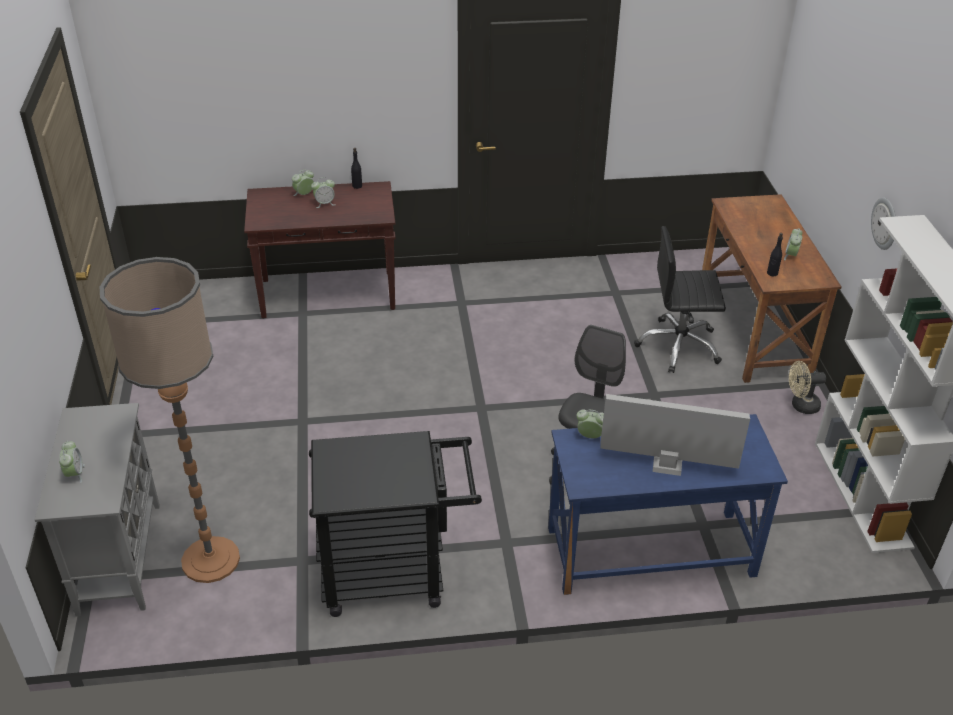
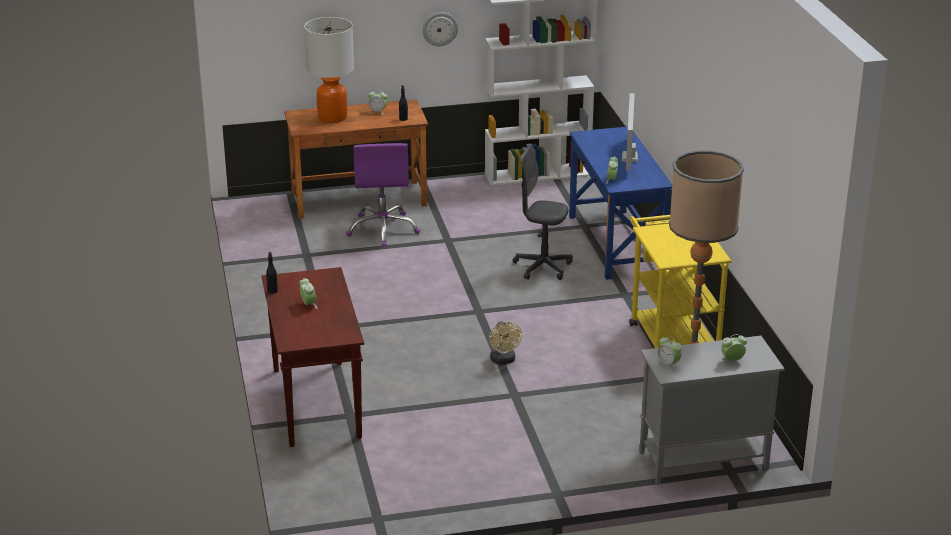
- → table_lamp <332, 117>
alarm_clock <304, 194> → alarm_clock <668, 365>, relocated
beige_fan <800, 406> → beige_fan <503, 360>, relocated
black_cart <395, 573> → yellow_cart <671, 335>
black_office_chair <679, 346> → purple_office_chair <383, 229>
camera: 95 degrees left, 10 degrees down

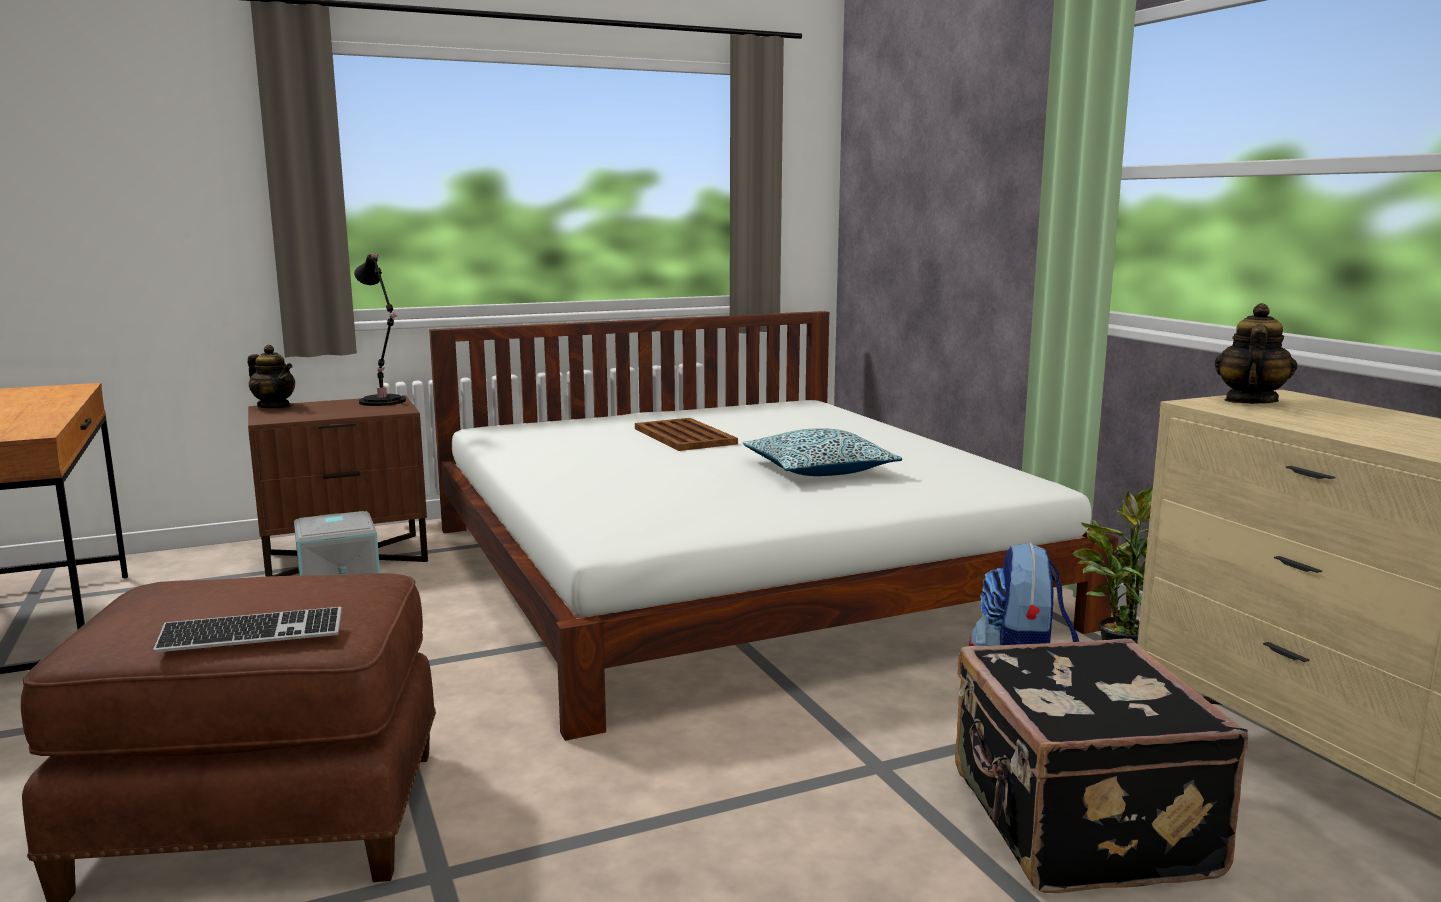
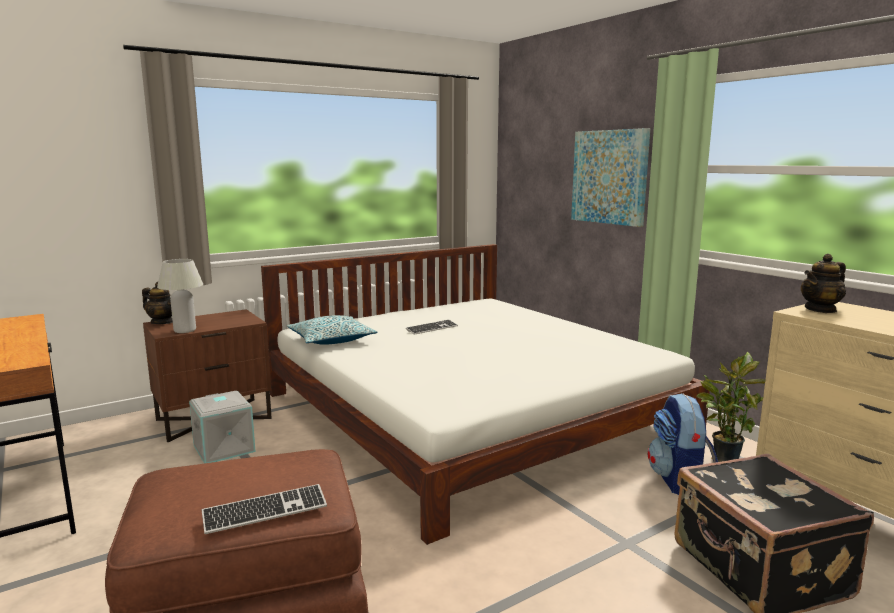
black_table_lamp <383, 402> → -
- → white_table_lamp <185, 330>
- → picture <609, 177>
pillow <819, 470> → pillow <331, 340>, relocated
brown_tray <684, 436> → keyboard <432, 328>
teapot <1249, 401> → teapot <820, 309>, 135 degrees counterclockwise
camera: 10 degrees left, 0 degrees up

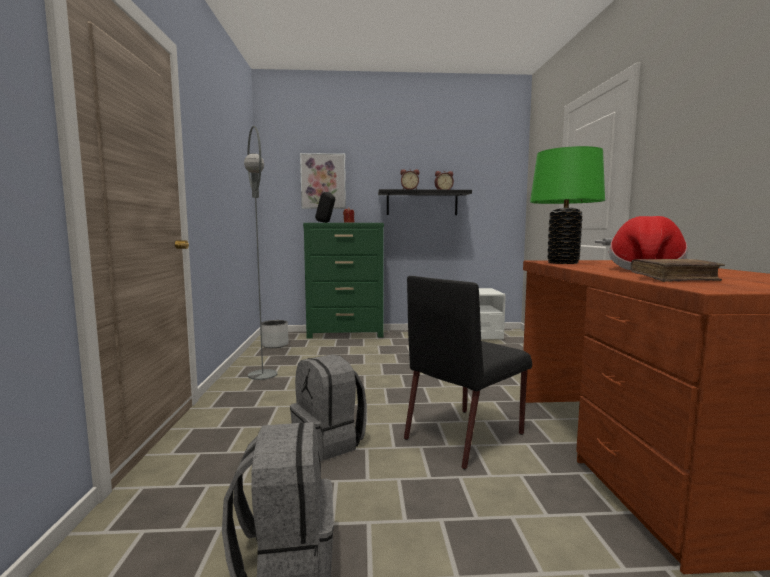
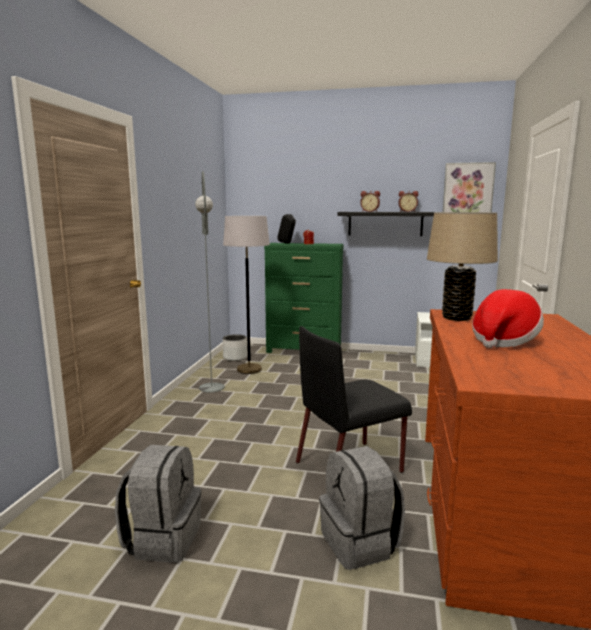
brown_book <674, 279> → -
- → grey_floor_lamp <249, 369>
grey_backpack <329, 443> → grey_backpack <360, 543>, relocated
picture <323, 181> → picture <468, 192>, relocated
green_table_lamp <562, 263> → beige_table_lamp <456, 318>
camera: 15 degrees right, 5 degrees up

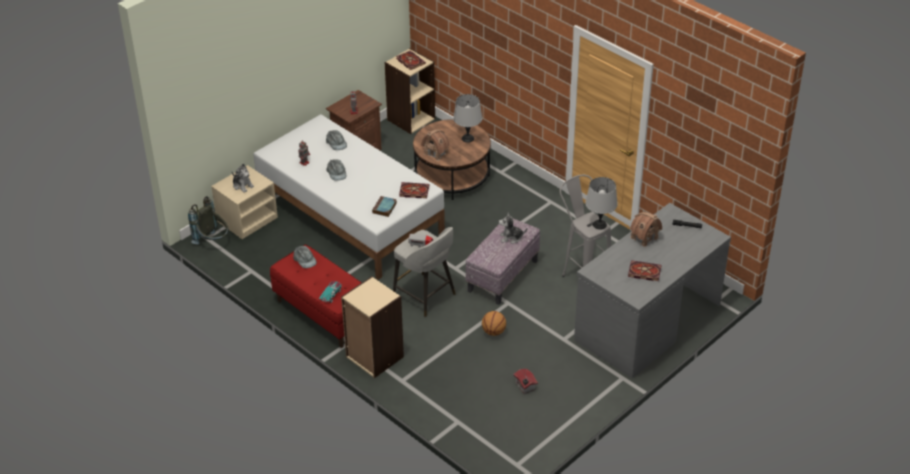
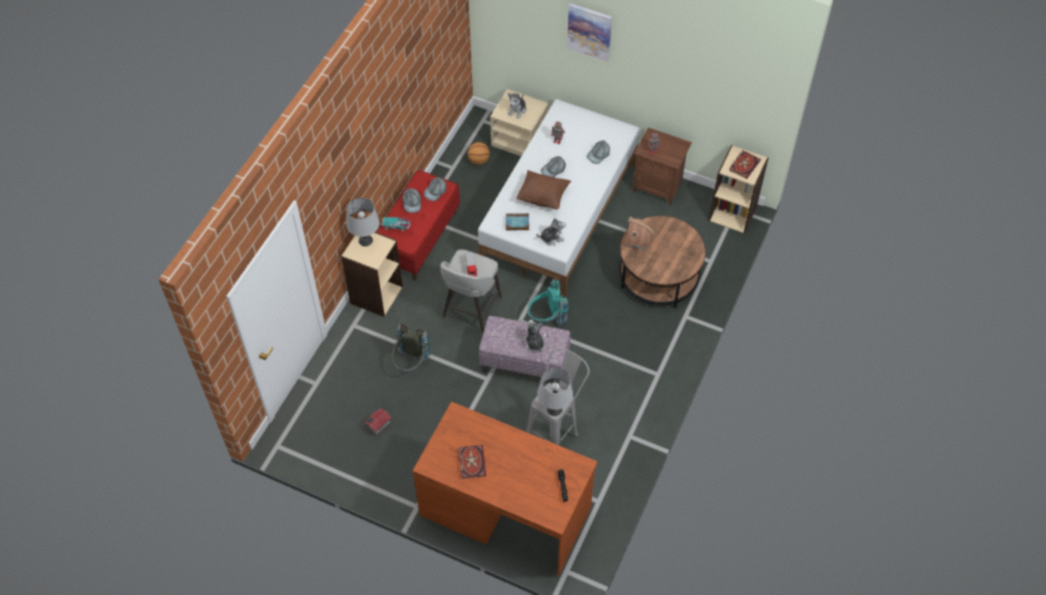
toy_house <644, 237> → -
- → grey_cap <411, 202>
- → brown_pillow <543, 197>
- → turquoise_backpack <547, 318>
- → picture <589, 31>
grey_backpack <213, 241> → grey_backpack <410, 363>, relocated
grey_table_lamp <467, 138> → grey_table_lamp <365, 240>, relocated
basketball <493, 332> → basketball <479, 160>, relocated
book <413, 191> → plush_toy <551, 238>
grey_desk <646, 322> → brown_desk <505, 510>
camera: 70 degrees right, 15 degrees up

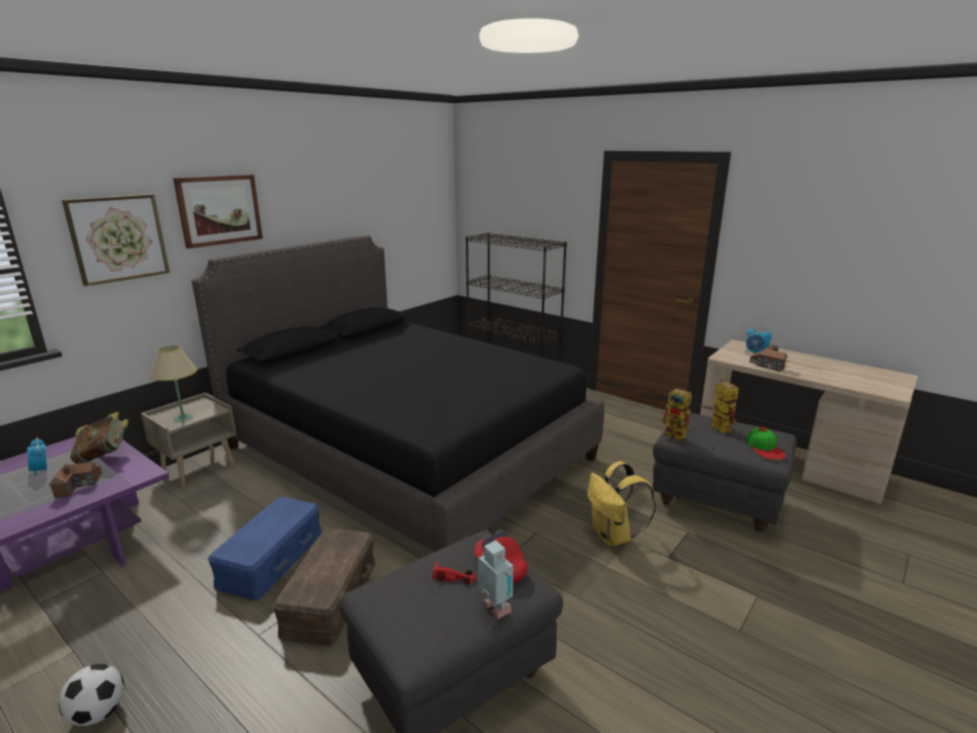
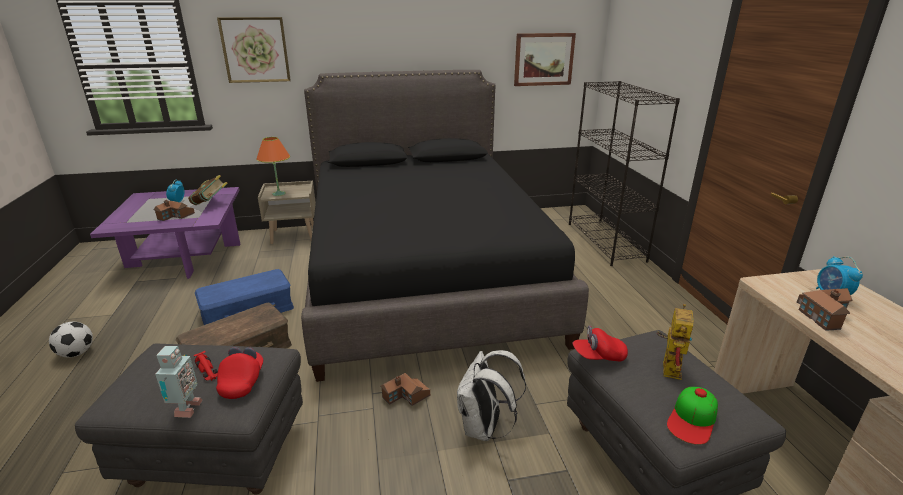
- → toy_house <406, 396>
picture <219, 210> → picture <543, 59>, relocated
toy_robot <679, 437> → red_cap <598, 356>
beige_table_lamp <183, 418> → orange_table_lamp <279, 193>
yellow_backpack <613, 536> → white_backpack <484, 428>
camera: 40 degrees right, 5 degrees up

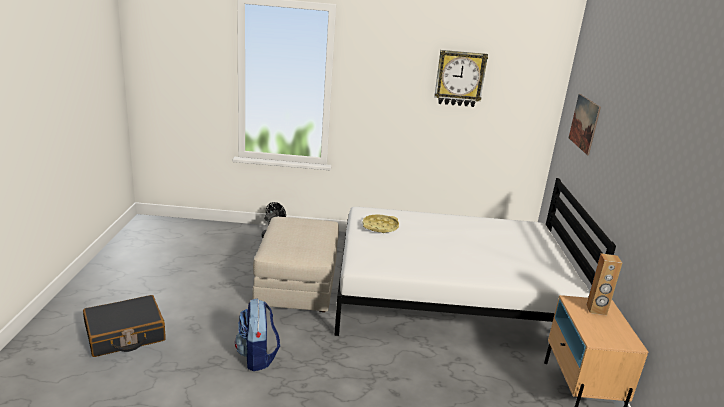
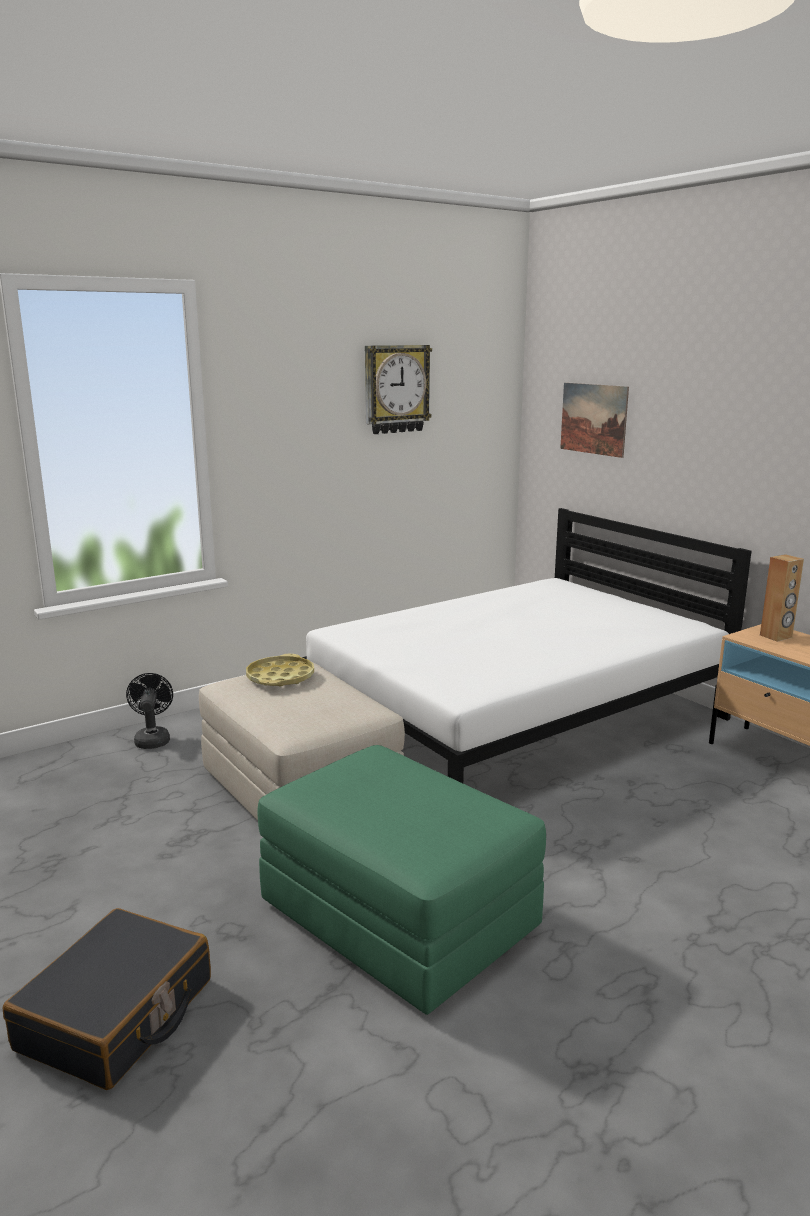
yellow_tray <380, 227> → yellow_tray <280, 677>, relocated
backpack <257, 357> → green_ottoman <400, 917>
camera: 35 degrees left, 5 degrees down

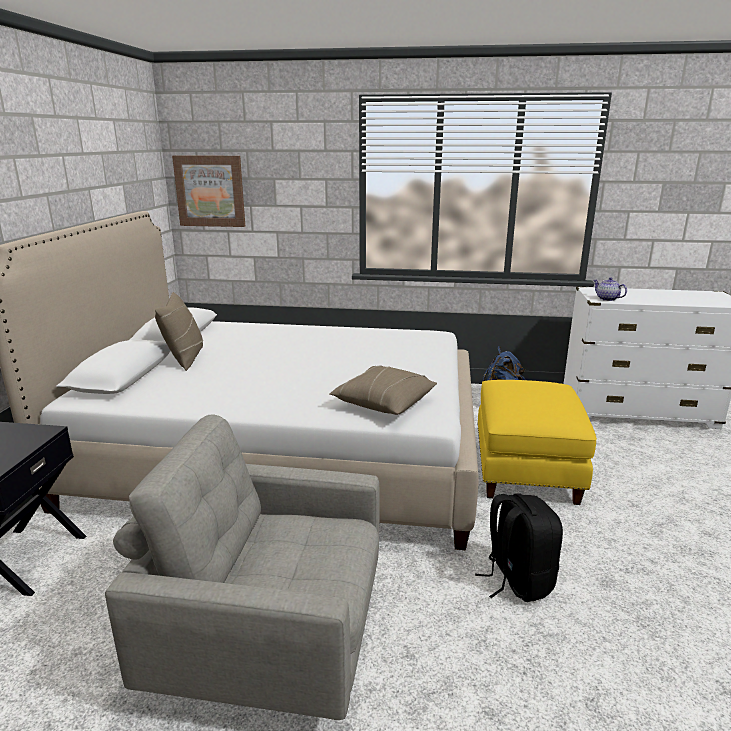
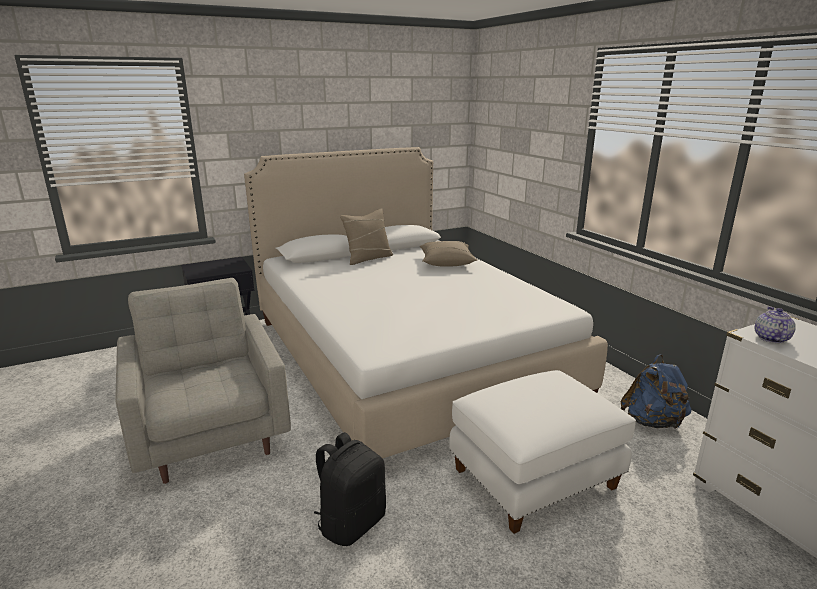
picture <210, 191> → -
beige_pillow <384, 403> → beige_pillow <446, 262>, relocated
yellow_ottoman <524, 469> → white_ottoman <534, 477>
camera: 55 degrees right, 0 degrees up

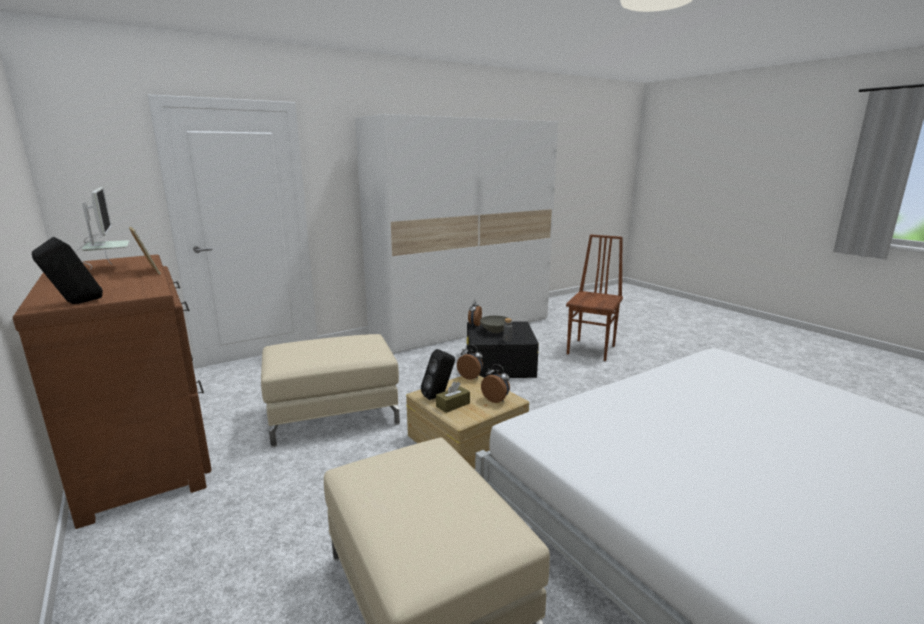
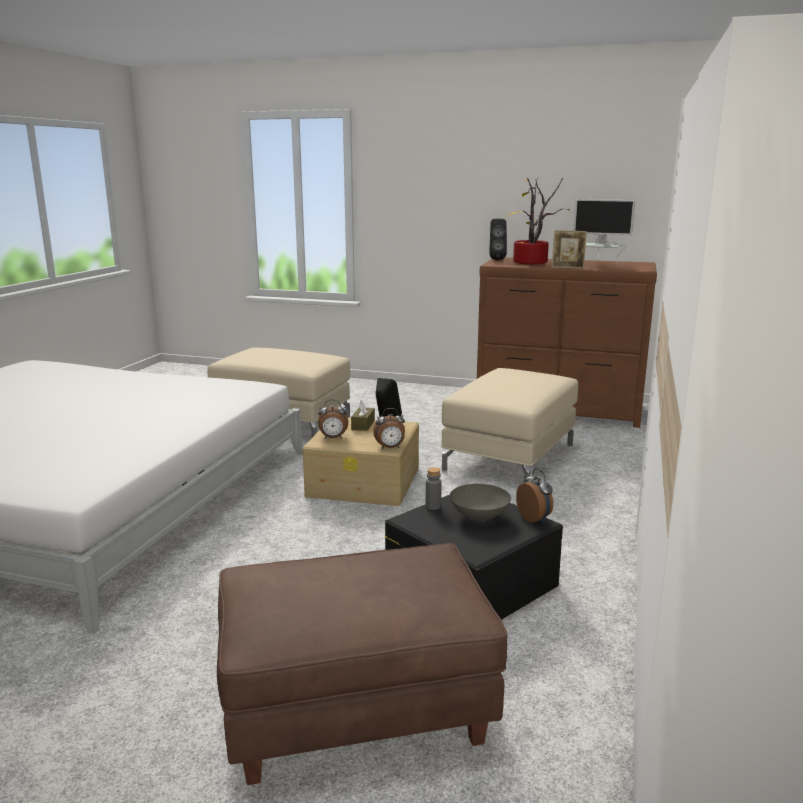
- → potted_plant <531, 264>
brown_chair <592, 350> → brown_ottoman <357, 712>
camera: 140 degrees right, 0 degrees up

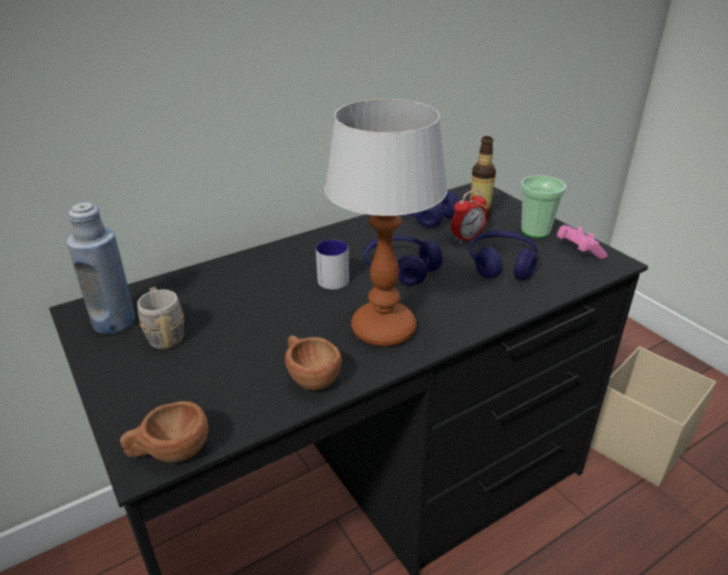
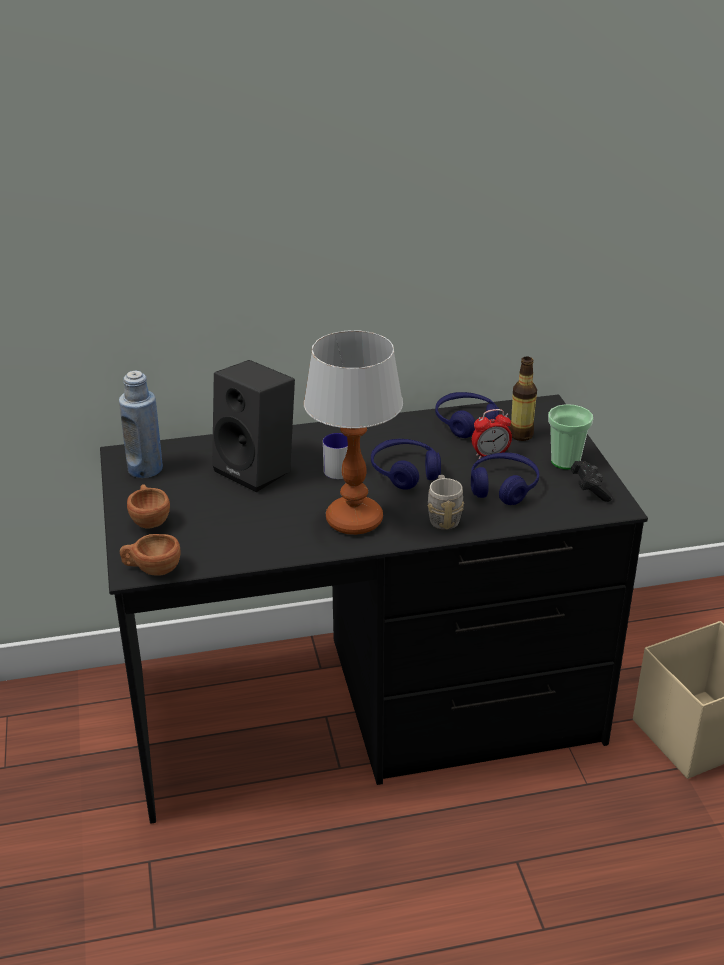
- → black_speaker <258, 470>
grey_mug <164, 334> → grey_mug <443, 517>, relocated
brown_cup <310, 377> → brown_cup <149, 519>, relocated
pink_game_controller <577, 251> → black_game_controller <589, 489>
camera: 20 degrees right, 0 degrees up

